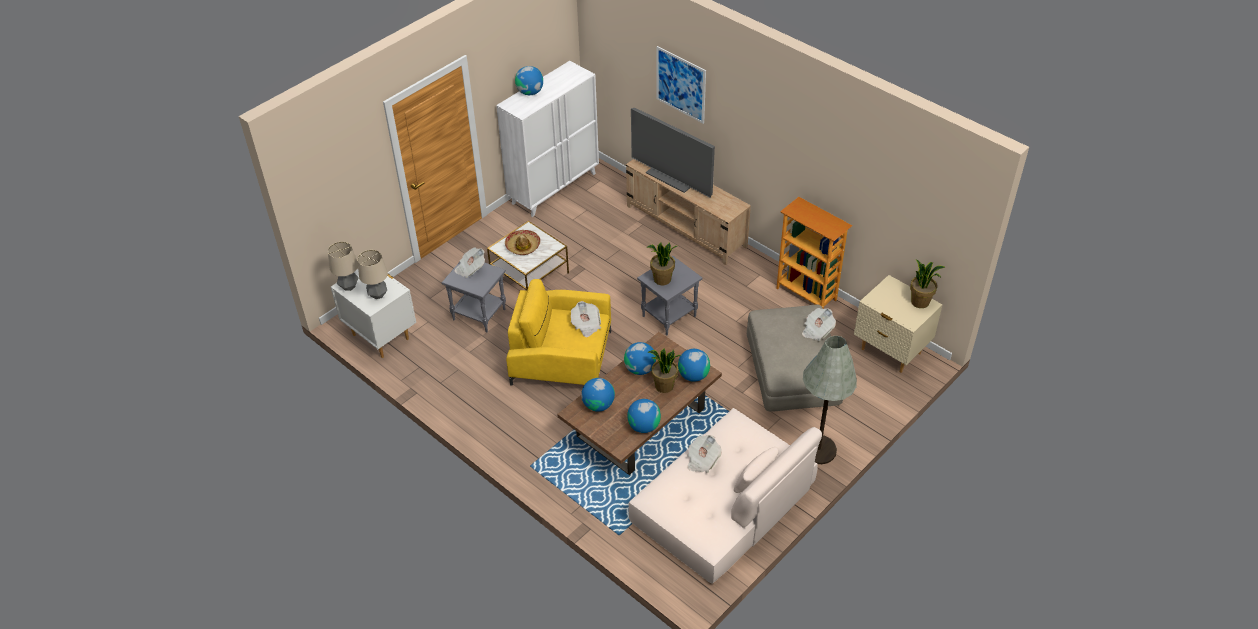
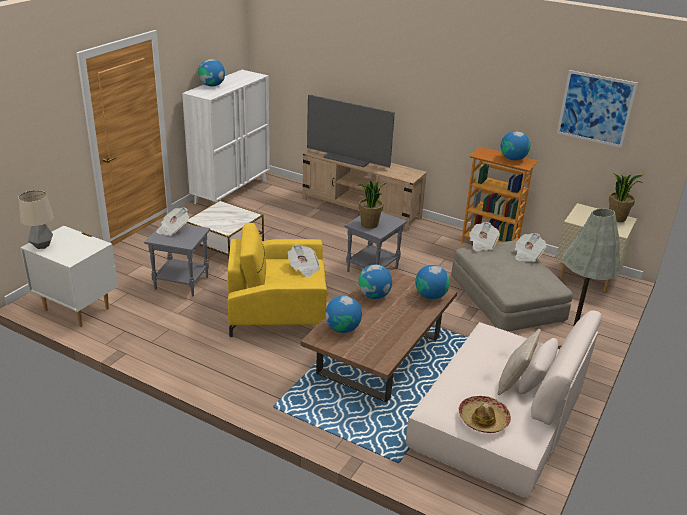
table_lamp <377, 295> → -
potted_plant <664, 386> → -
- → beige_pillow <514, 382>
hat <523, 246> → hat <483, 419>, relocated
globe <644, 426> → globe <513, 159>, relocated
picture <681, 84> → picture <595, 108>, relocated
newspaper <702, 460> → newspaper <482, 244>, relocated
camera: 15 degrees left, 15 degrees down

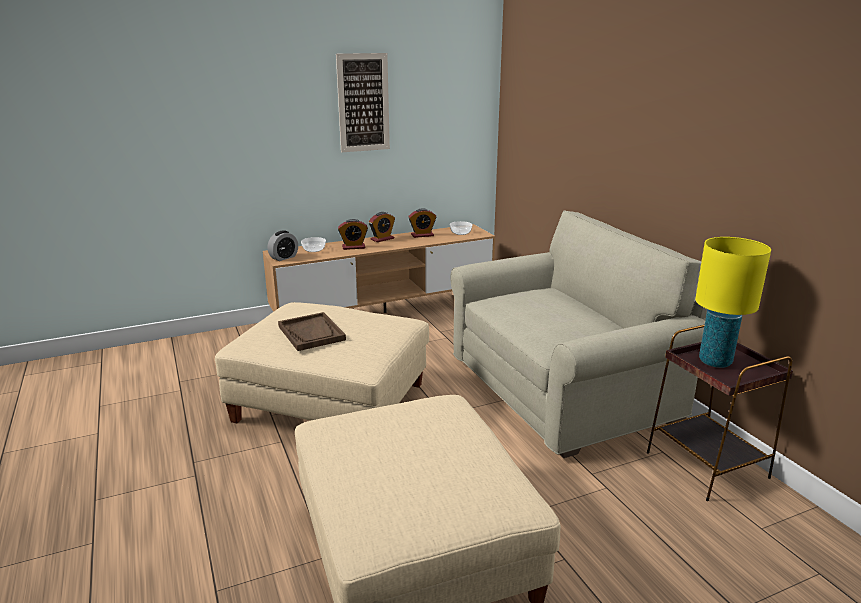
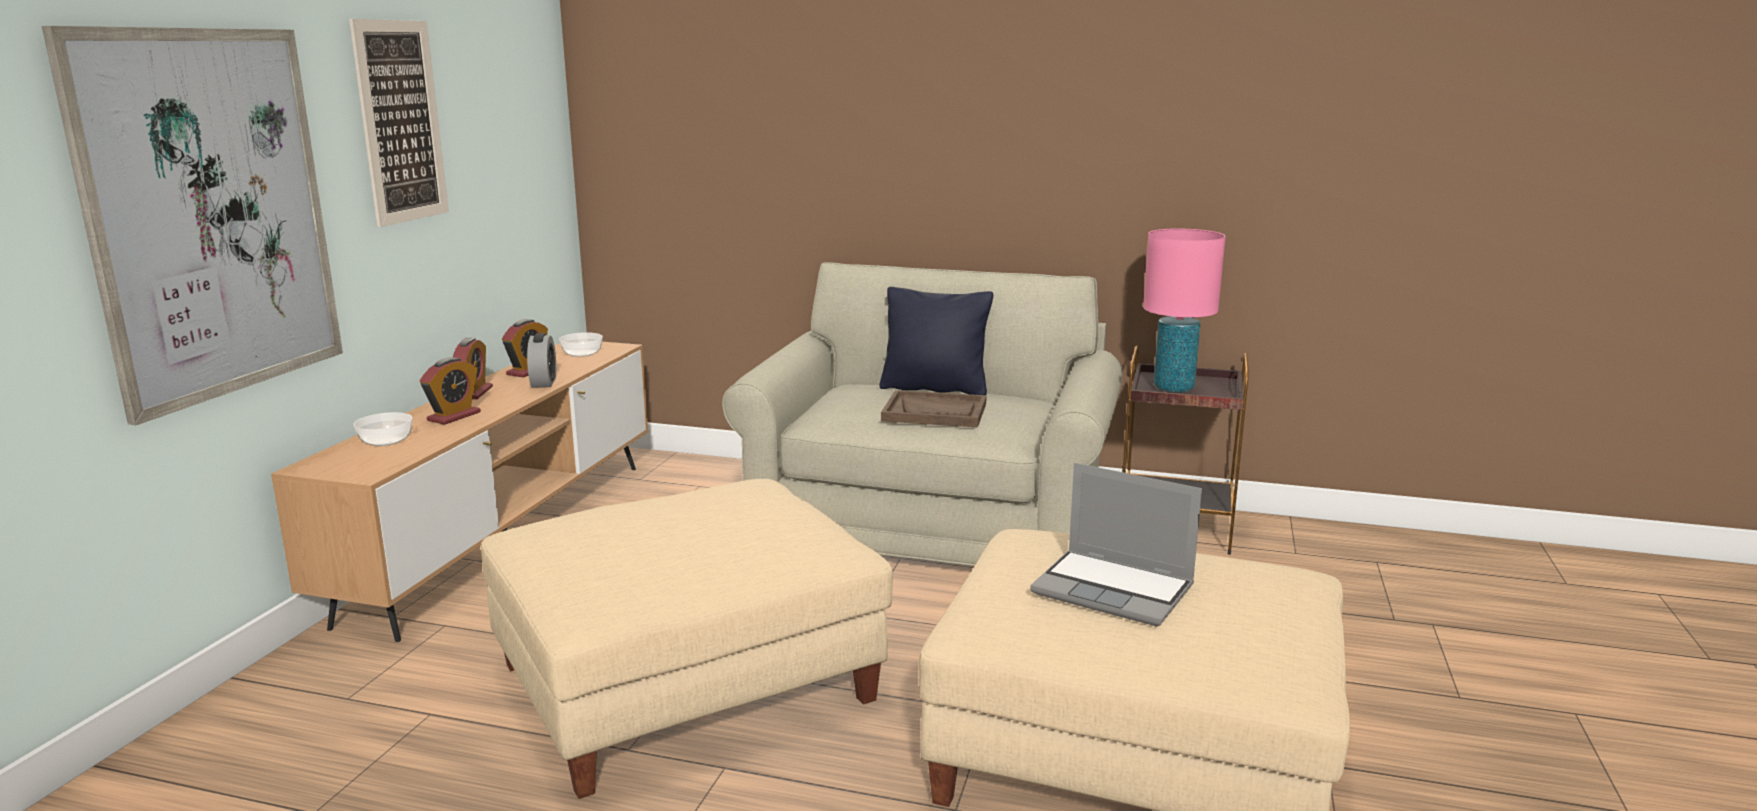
- → picture <210, 214>
- → black_pillow <935, 388>
- → laptop <1115, 590>
alarm_clock <284, 257> → alarm_clock <543, 382>, relocated
brown_tray <311, 333> → brown_tray <935, 412>, relocated
yellow_table_lamp <715, 361> → pink_table_lamp <1173, 388>
camera: 50 degrees left, 5 degrees down

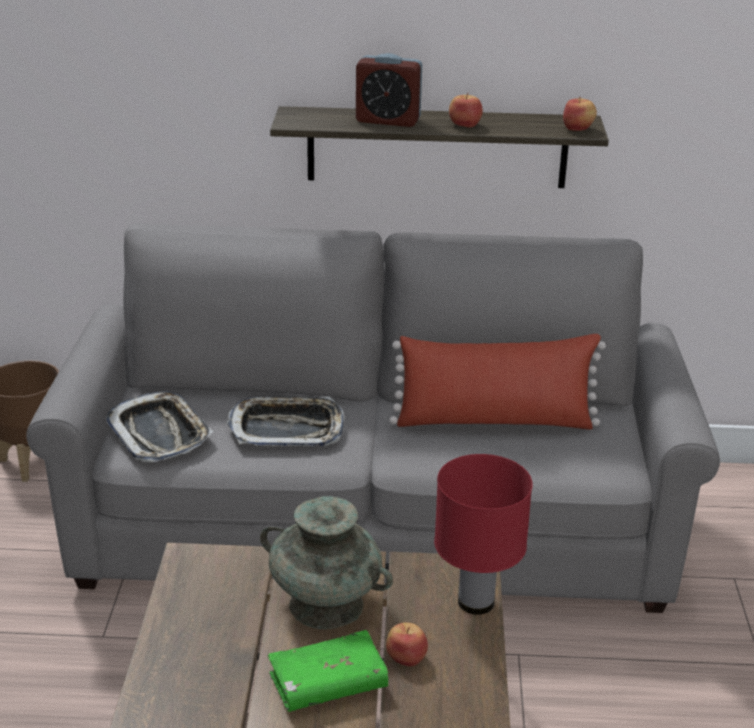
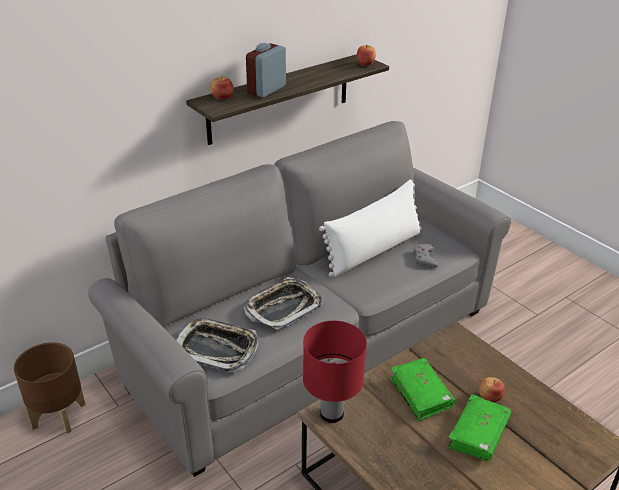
- → grey_game_controller <424, 258>
red_table_lamp <477, 602> → red_table_lamp <332, 413>, relocated
apple <465, 124> → apple <222, 97>, relocated
turquoise_vase <325, 604> → green_book <421, 394>
red_pillow <494, 421> → white_pillow <374, 250>
alarm_clock <388, 120> → alarm_clock <266, 89>, 150 degrees clockwise
camera: 40 degrees left, 5 degrees up

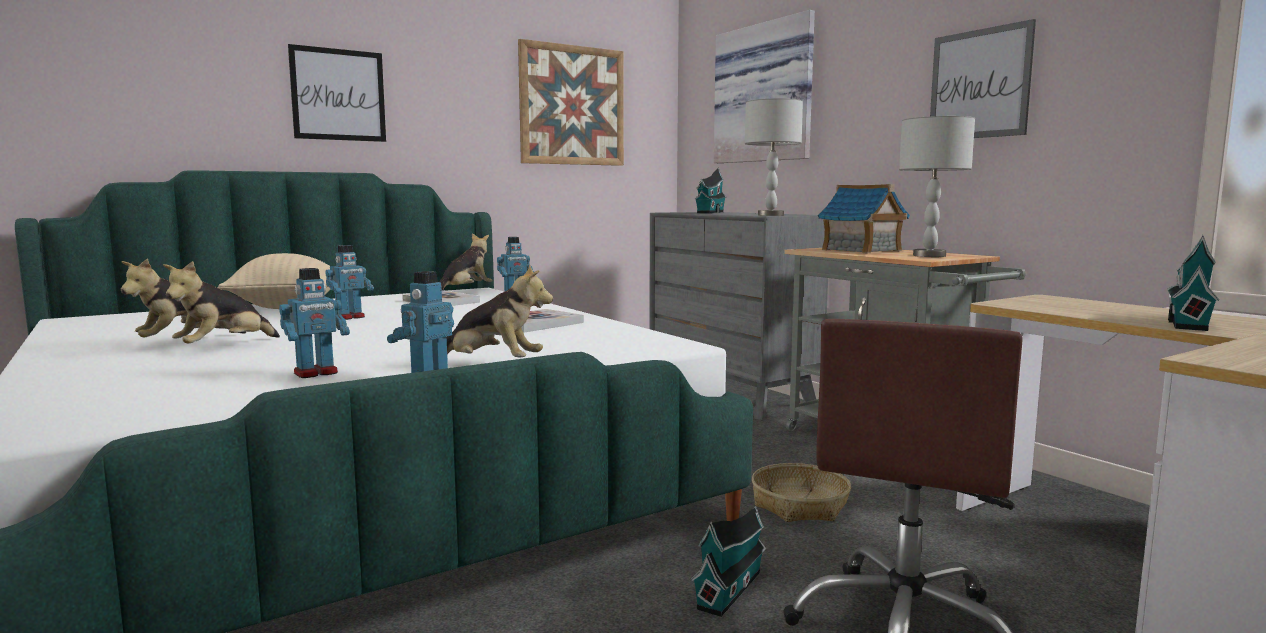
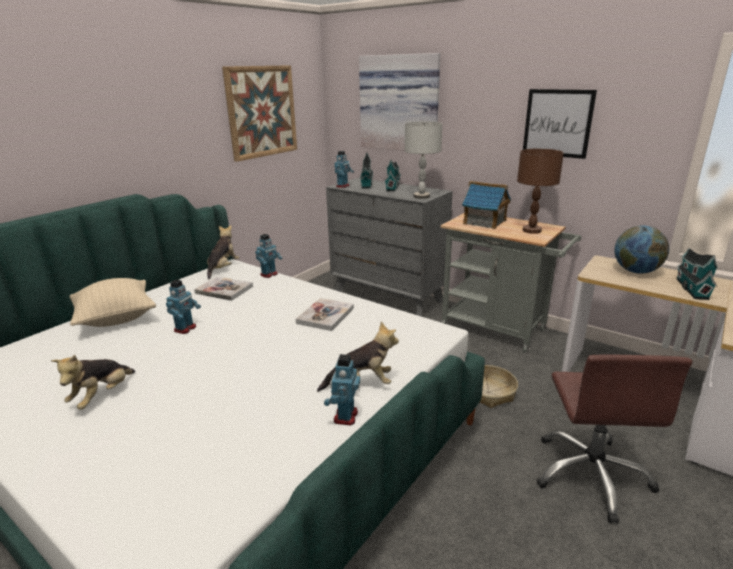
plush_toy <223, 347> → -
picture <338, 95> → -
- → globe <636, 271>
toy_robot <316, 373> → toy_robot <343, 186>, relocated
toy_house <731, 588> → toy_house <393, 187>, relocated
grey_table_lamp <929, 255> → brown_table_lamp <531, 230>
camera: 20 degrees left, 15 degrees up

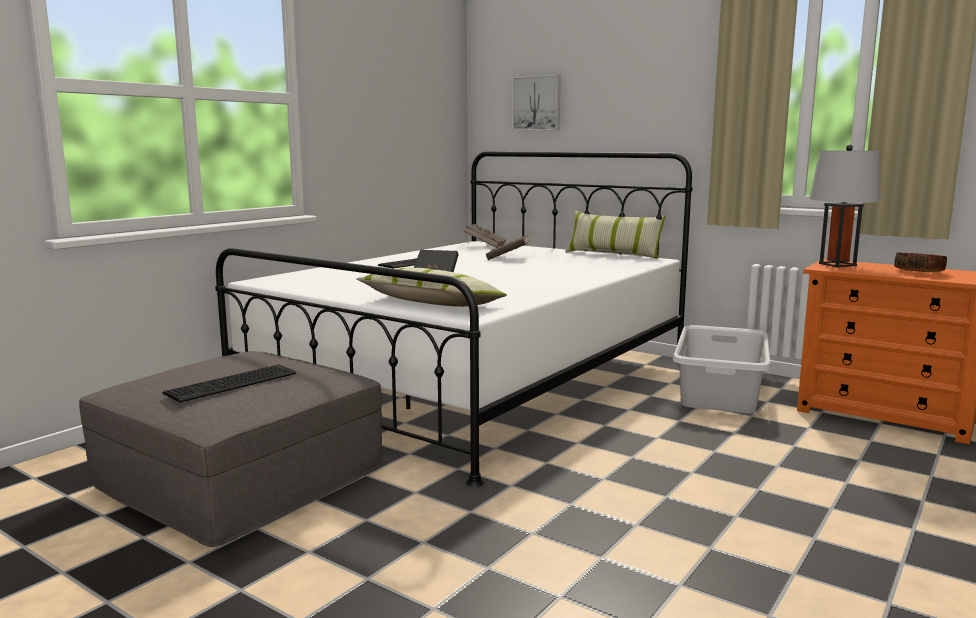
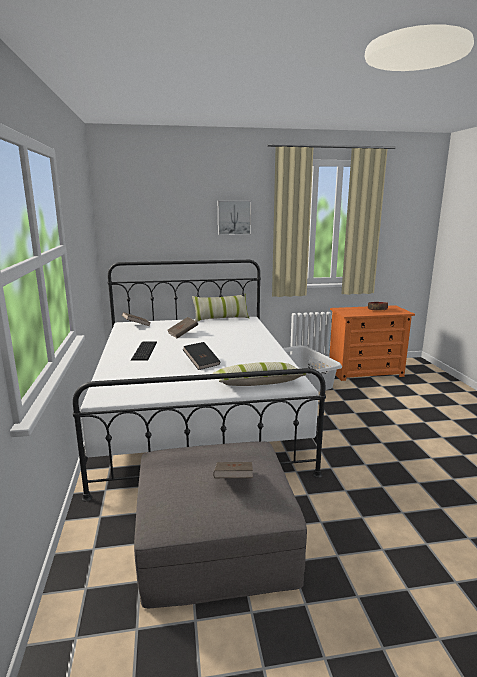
grey_table_lamp <837, 264> → -
picture <537, 103> → picture <234, 217>, relocated
keyboard <234, 383> → brown_book <233, 480>
camera: 45 degrees left, 5 degrees up

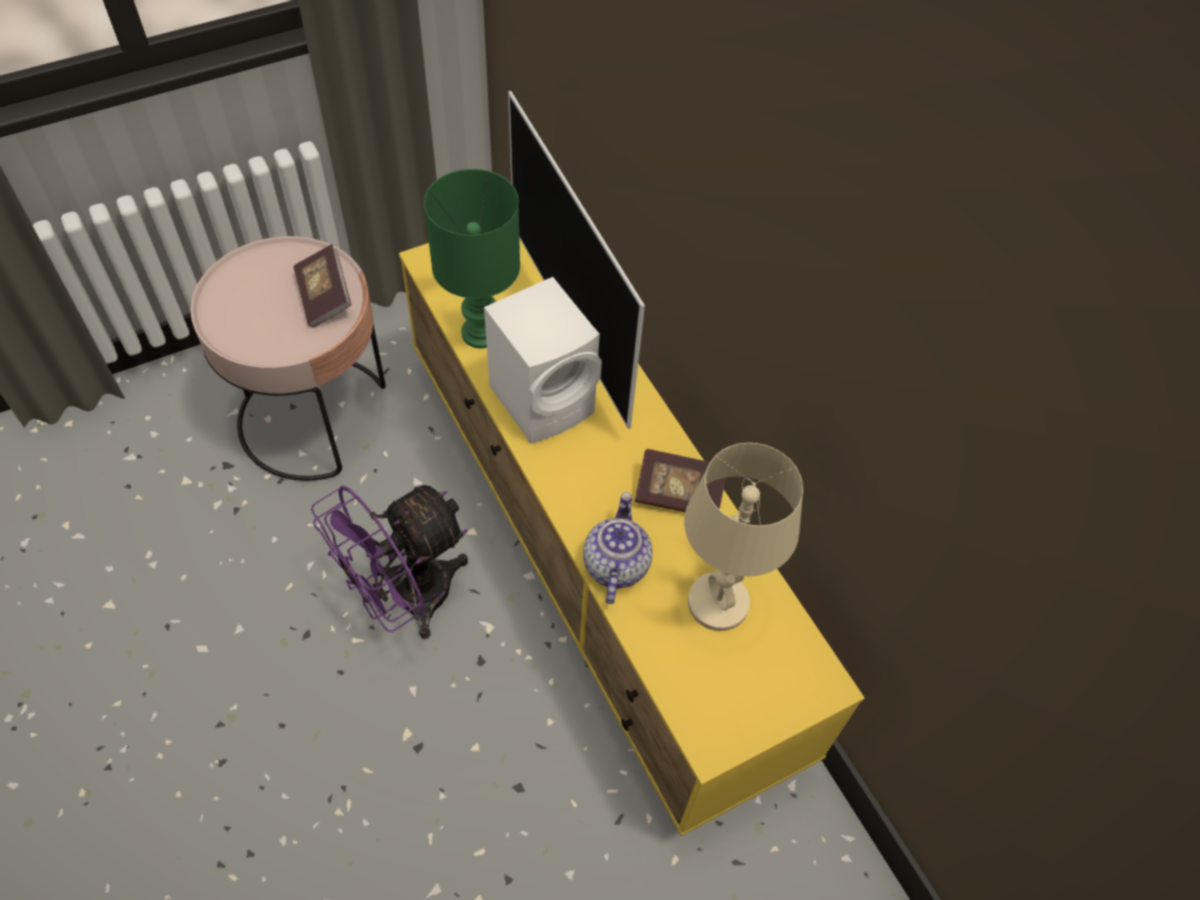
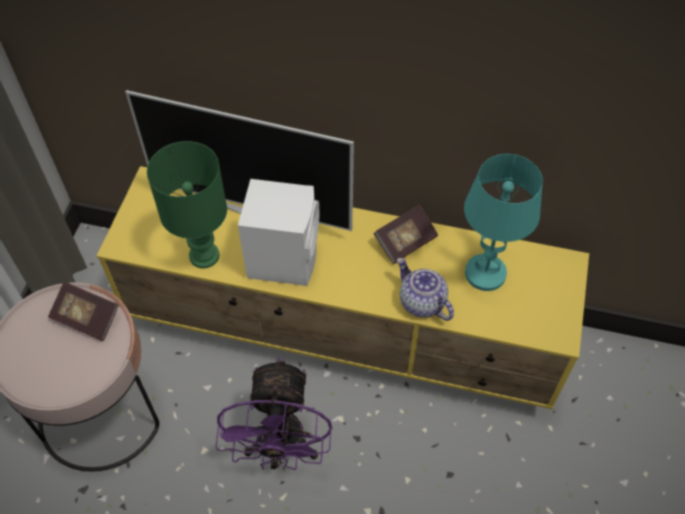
beige_table_lamp <719, 603> → turquoise_table_lamp <485, 273>
camera: 45 degrees left, 0 degrees up

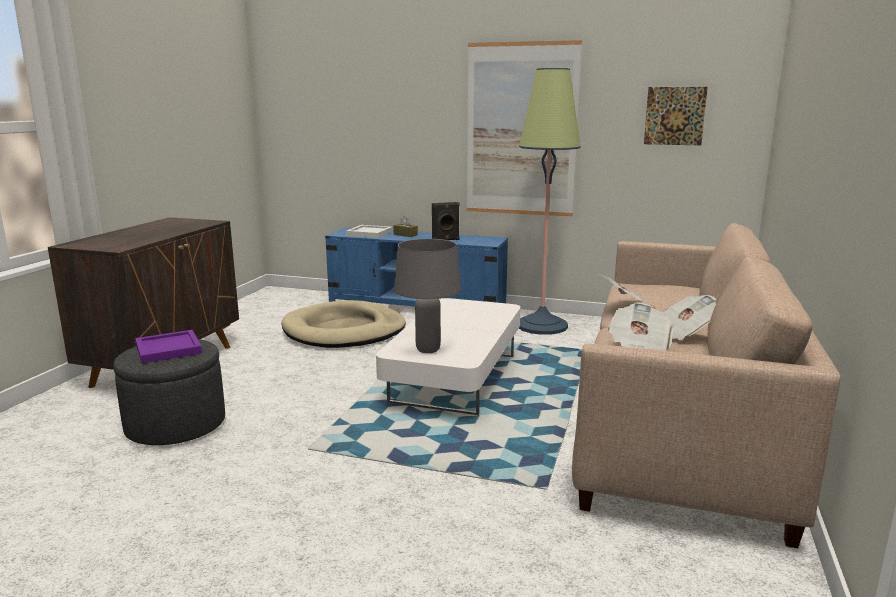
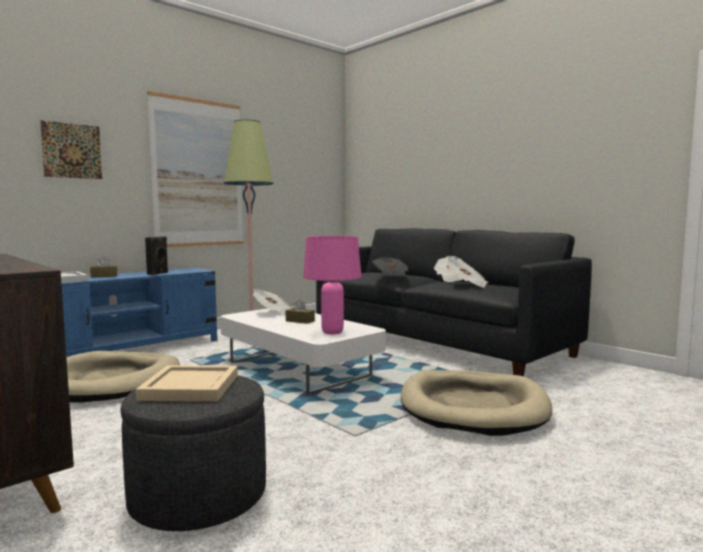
- → newspaper <273, 313>
- → brown_tissue_box <300, 321>
- → beige_dog_bed <473, 407>
picture <674, 116> → picture <72, 151>, relocated
purple_tray <169, 349> → beige_tray <192, 386>
grey_table_lamp <428, 350> → pink_table_lamp <333, 332>
beige_sofa <679, 419> → black_sofa <436, 342>
camera: 60 degrees left, 10 degrees down

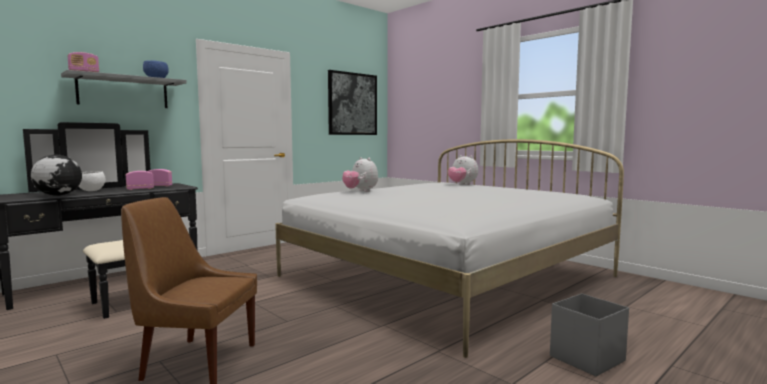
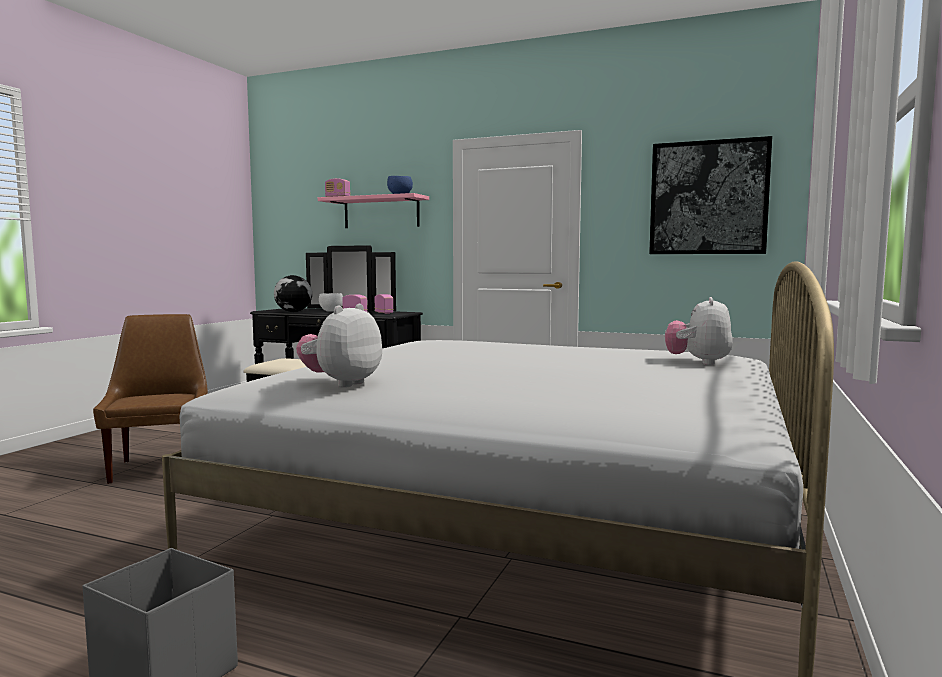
plush_toy <360, 191> → plush_toy <342, 383>, relocated
grey_shelf <123, 92> → pink_shelf <381, 212>
camera: 65 degrees right, 0 degrees up

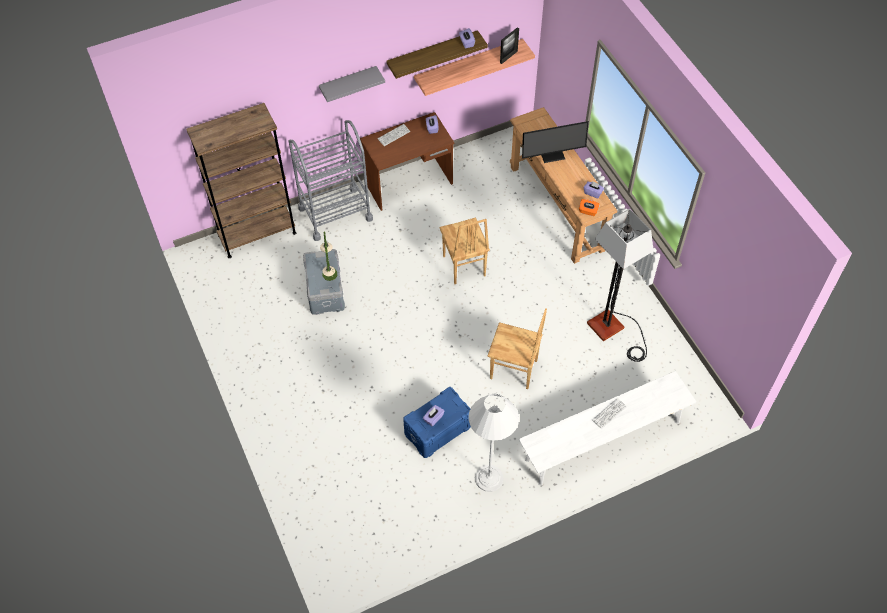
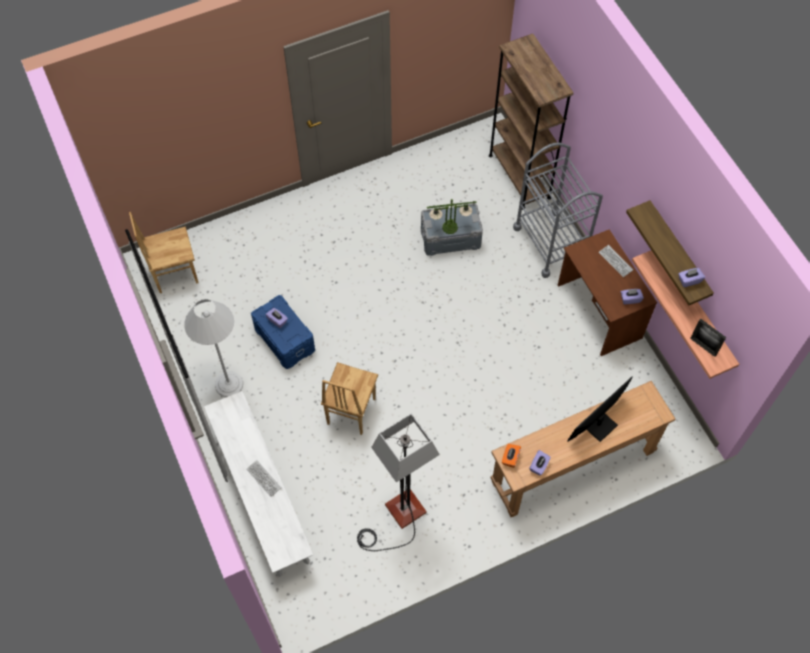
grey_shelf <348, 83> → -
brown_chair <463, 266> → brown_chair <175, 273>, relocated
monitor <552, 153> → monitor <598, 424>, 60 degrees clockwise
camera: 90 degrees right, 5 degrees up

